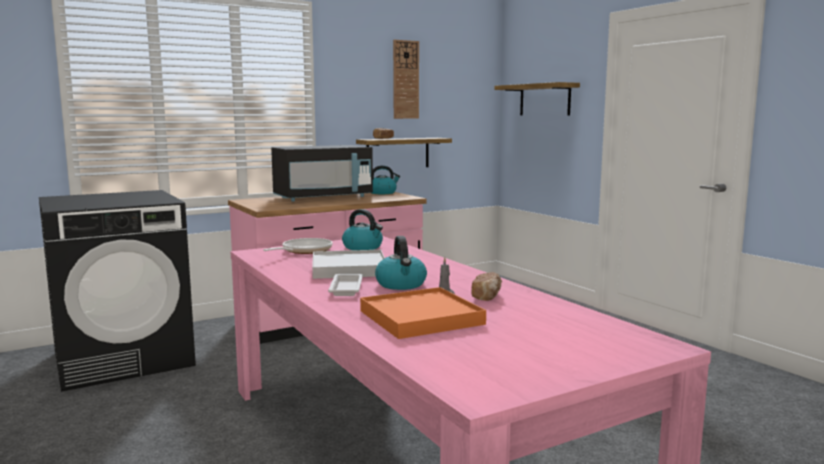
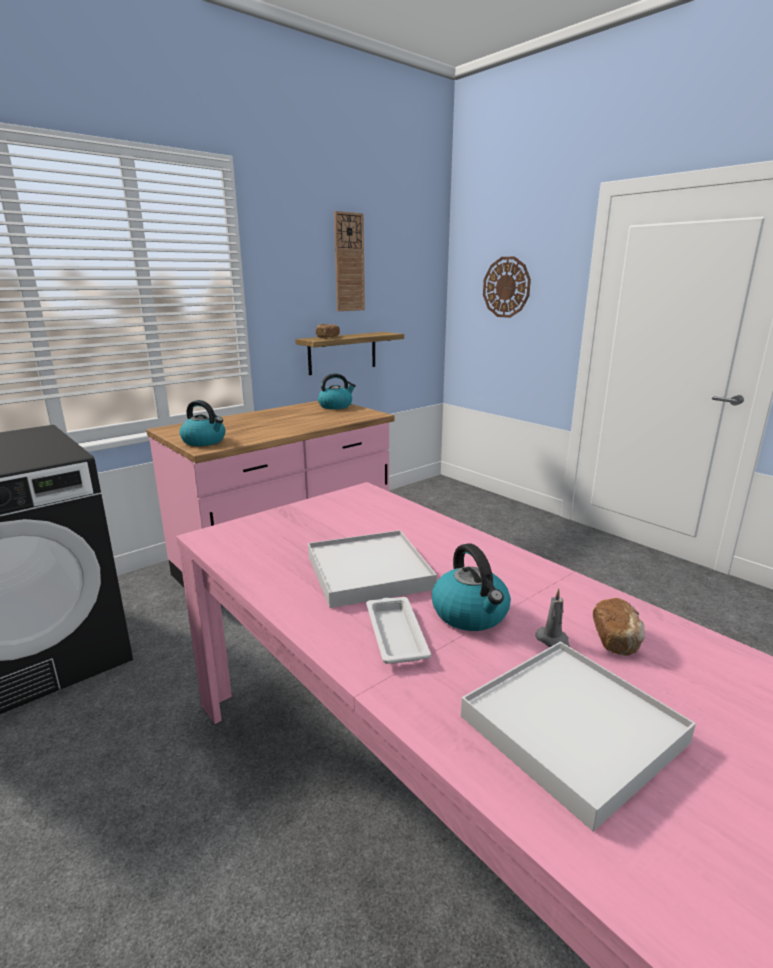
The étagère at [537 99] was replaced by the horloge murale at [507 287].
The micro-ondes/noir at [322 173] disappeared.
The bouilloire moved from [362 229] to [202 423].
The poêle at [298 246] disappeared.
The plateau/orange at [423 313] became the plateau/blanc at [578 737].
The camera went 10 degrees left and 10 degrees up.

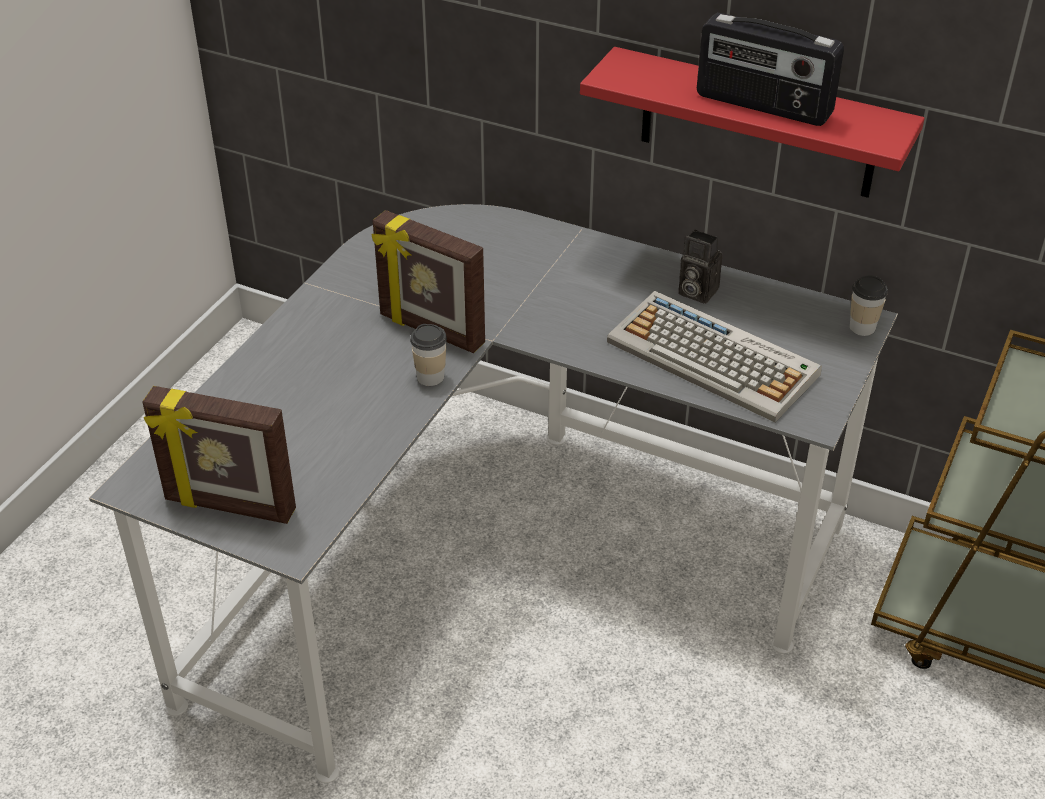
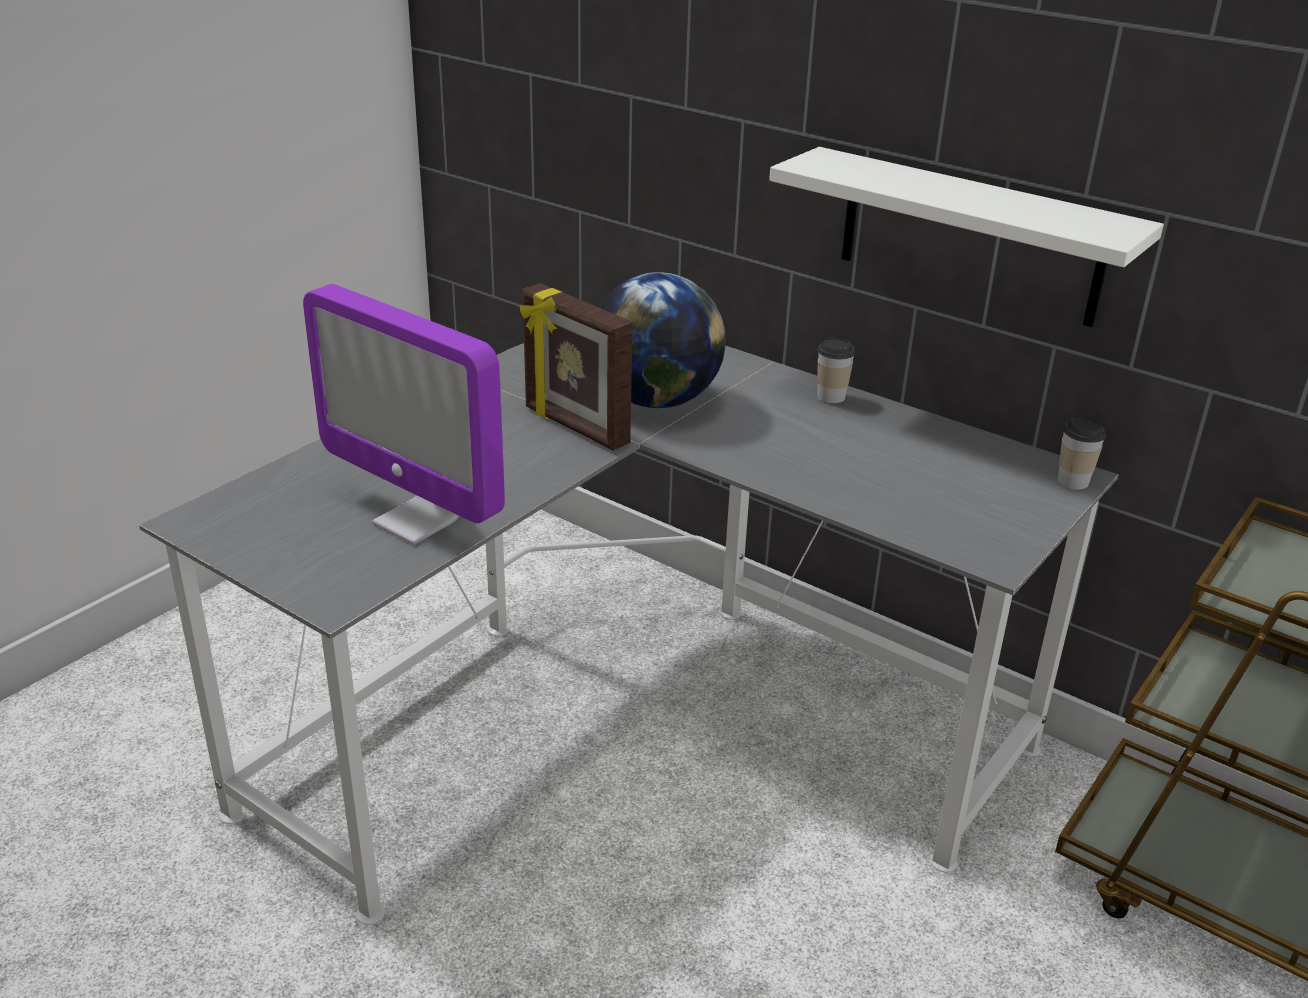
The radio at [770 69] disappeared.
The étagère/rouge at [752 122] became the étagère/blanc at [966 237].
The appareil photo at [700 267] disappeared.
The clavier at [714 356] disappeared.
The tasse moved from [428 355] to [836 370].
The cadre photo at [219 455] disappeared.
The globe at [663 340] appeared.
The écran d'ordinateur at [404 414] appeared.
The camera went 10 degrees right and 10 degrees down.

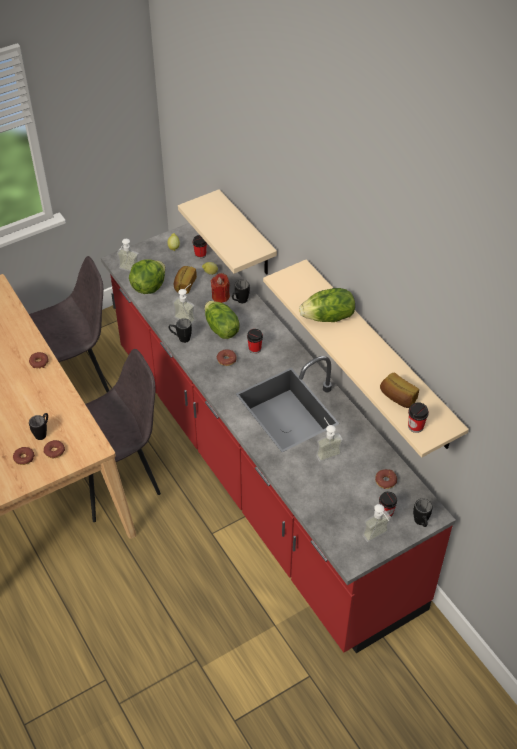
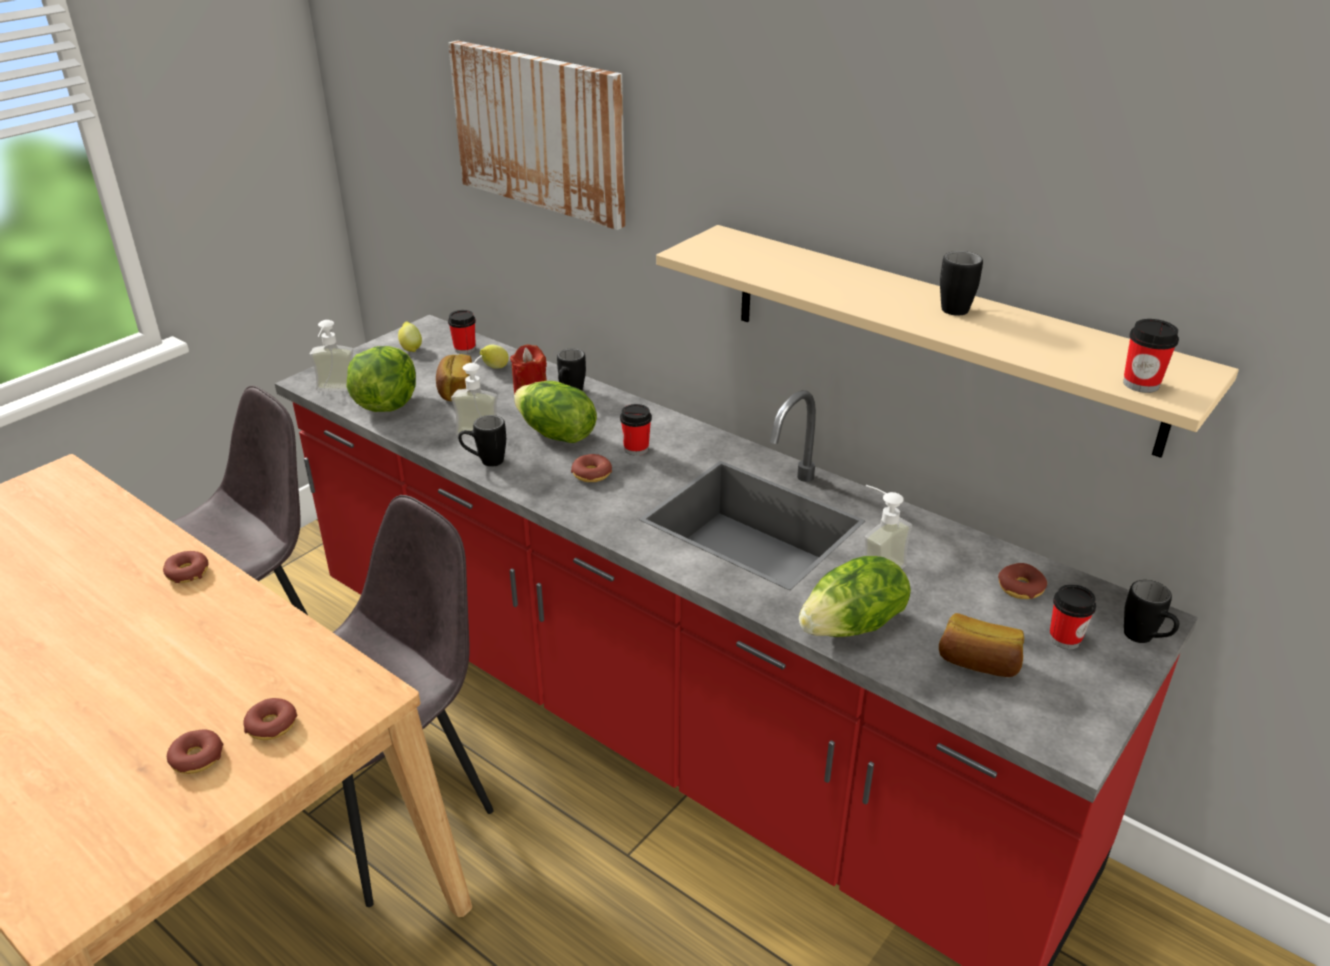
The étagère/beige at [227 232] disappeared.
The laitue moved from [327 305] to [855 596].
The pain moved from [399 390] to [981 645].
The mug/noir moved from [38 426] to [961 283].
The distributeur de savon at [376 523] disappeared.
The tableau at [536 135] appeared.
The camera went 20 degrees left and 15 degrees down.

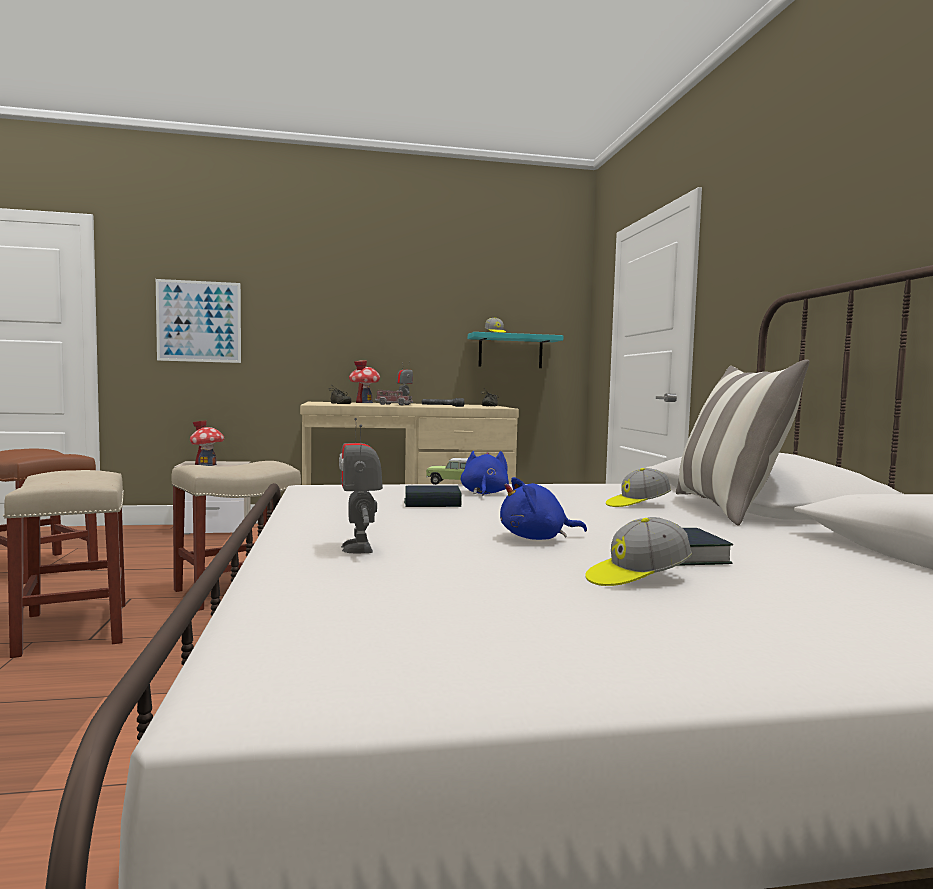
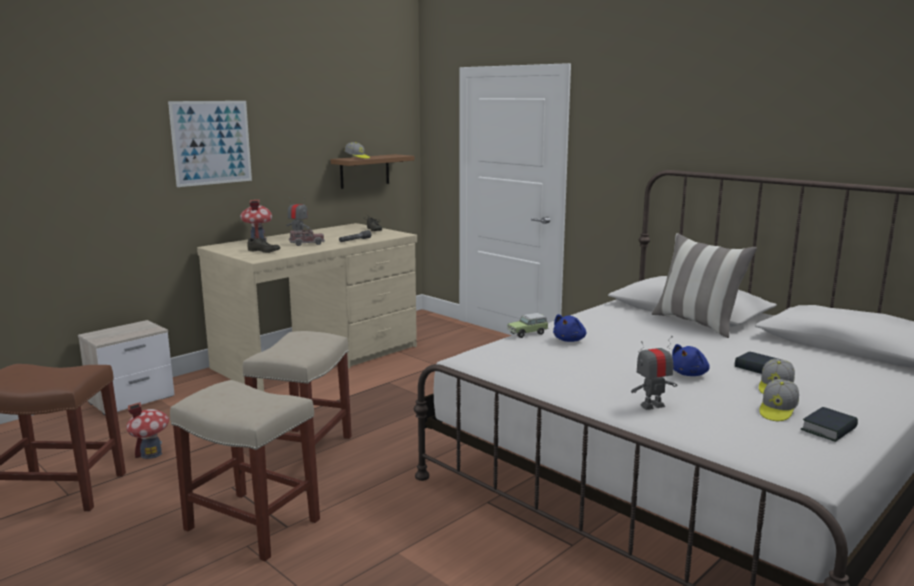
The tableau moved from [198 321] to [210 144].
The étagère/turquoise at [515 350] became the étagère/marron at [373 171].
The robot jouet at [361 485] turned 120 degrees clockwise.
The maison miniature moved from [207 443] to [147 430].
The peluche/bleu at [485 473] turned 120 degrees counterclockwise.
The casquette moved from [638 487] to [779 400].
The livre moved from [433 496] to [829 424].
The camera went 35 degrees left and 10 degrees up.

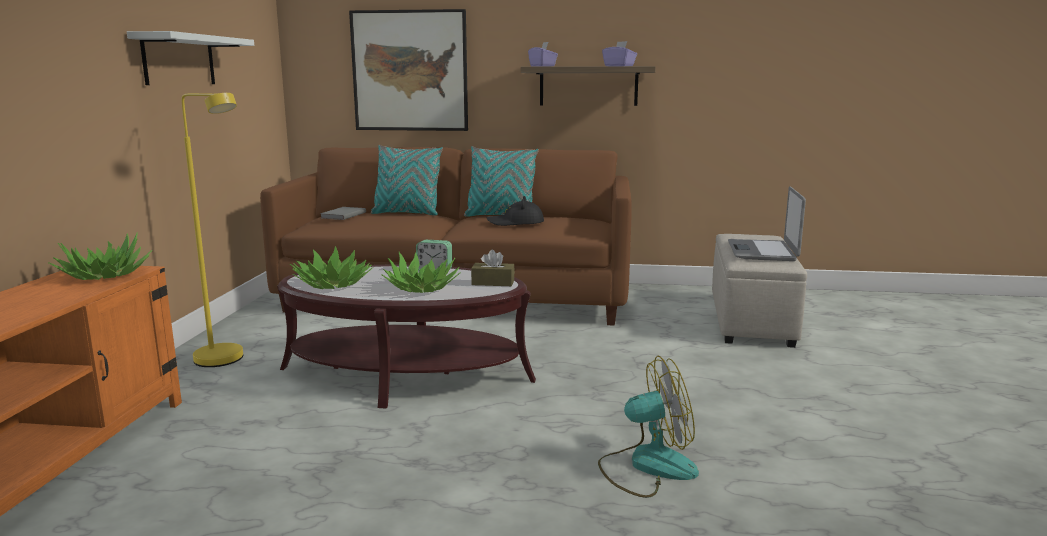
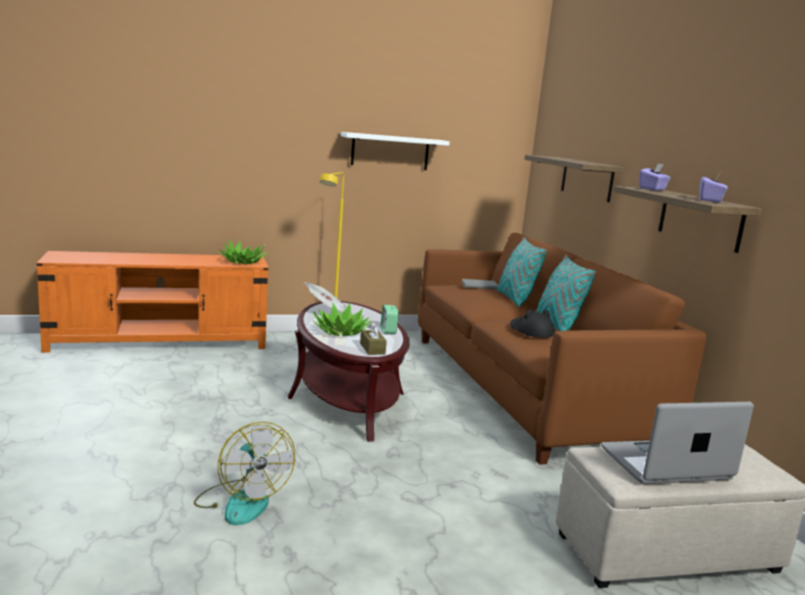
The tableau at [408 70] was replaced by the étagère at [574 178].
The plante en pot at [331 267] was replaced by the journal at [327 298].
The camera went 65 degrees right and 0 degrees up.

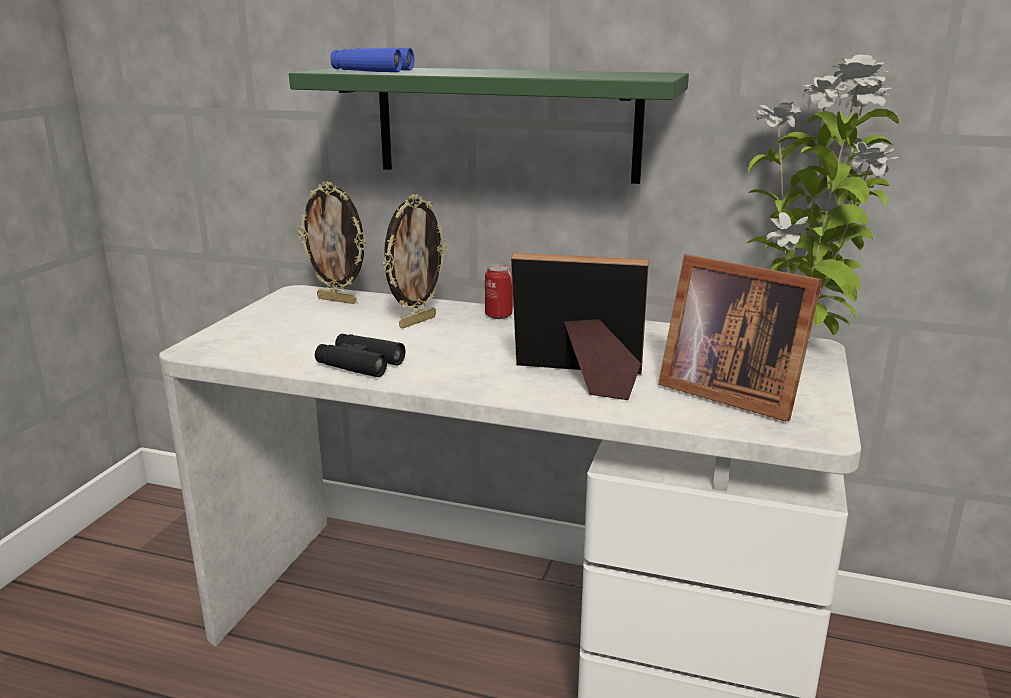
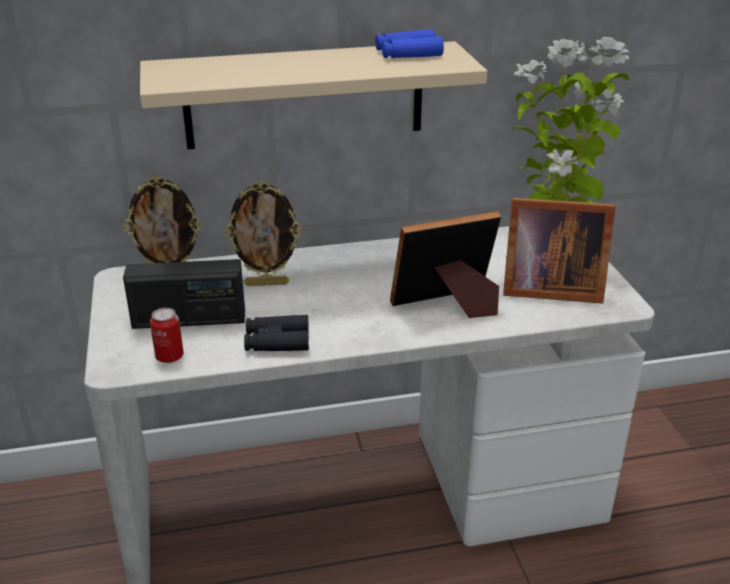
The jumelles/bleu moved from [372 59] to [409 43].
The étagère/vert at [489 126] became the étagère/beige at [313 95].
The cadre photo at [415 261] turned 75 degrees clockwise.
The boîte métallique moved from [499 291] to [167 335].
The radio at [184 294] appeared.
The camera went 30 degrees left and 10 degrees up.

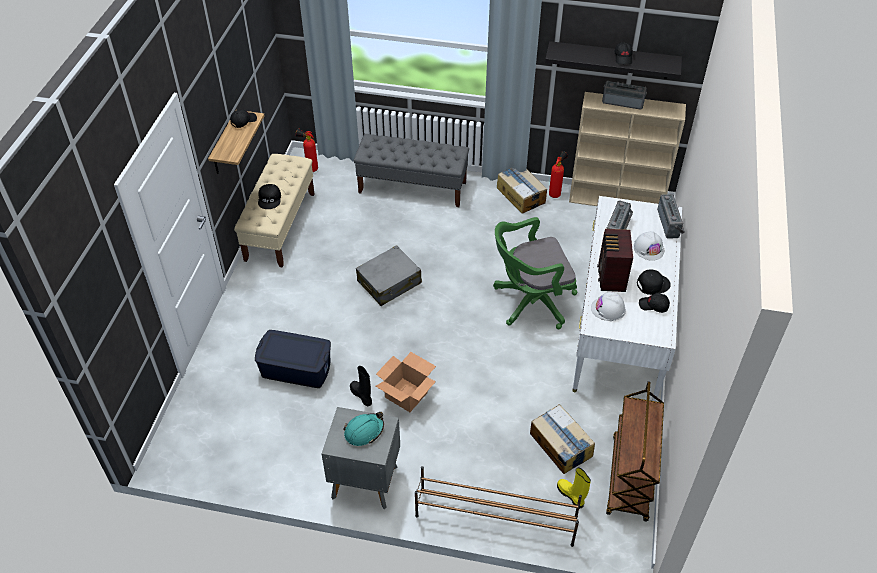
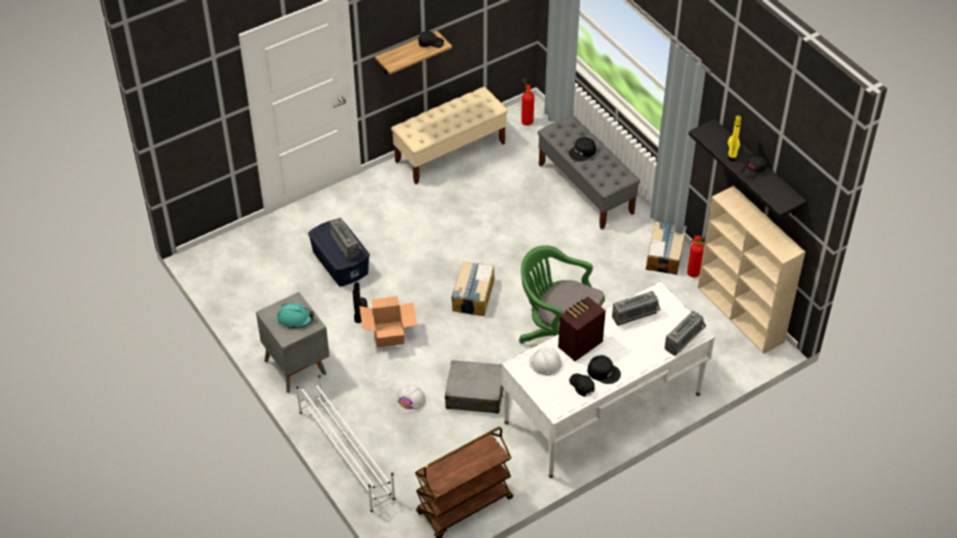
The radio moved from [624 95] to [346 239].
The casquette/noir moved from [269 196] to [582 149].
The casque de chantier/blanc moved from [648 246] to [410 399].
The valise/gris moved from [389 275] to [474 387].
The carton moved from [562 439] to [473 289].
The étagère à chaussures/marron at [498 506] became the étagère à chaussures/blanc at [346 443].
The botte/jaune moved from [574 488] to [734 138].
The camera went 45 degrees right and 0 degrees up.

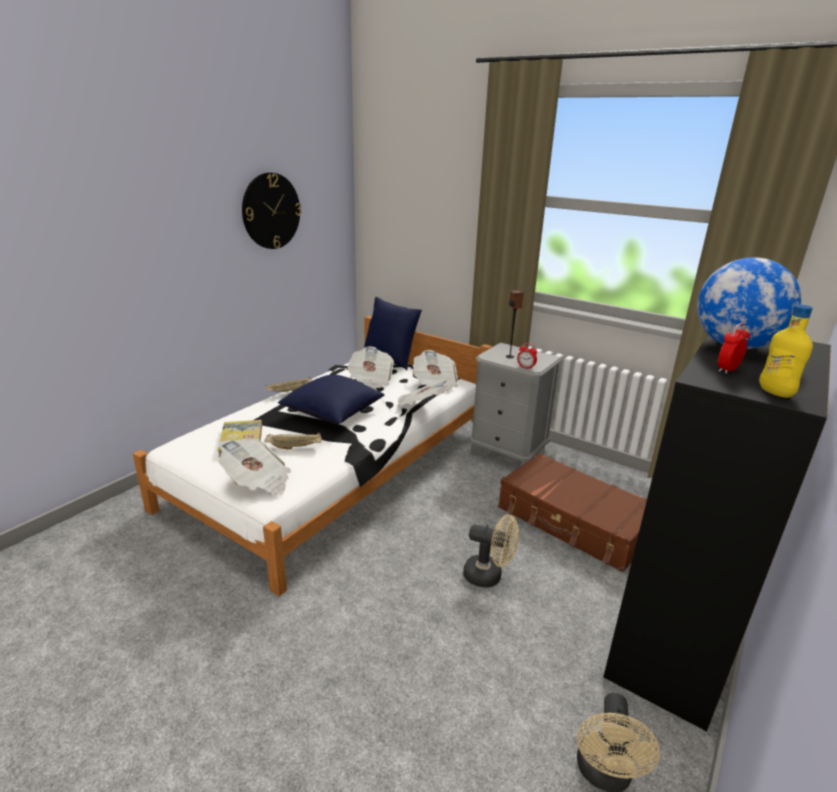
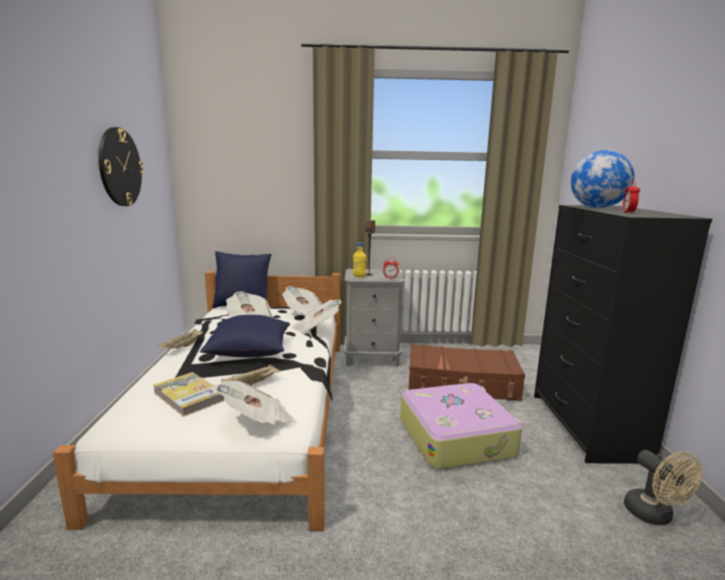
The bouteille/jaune moved from [786 351] to [359 259].
The ventilateur/beige at [491 551] was replaced by the valise at [461 426].
The camera went 35 degrees left and 10 degrees down.

